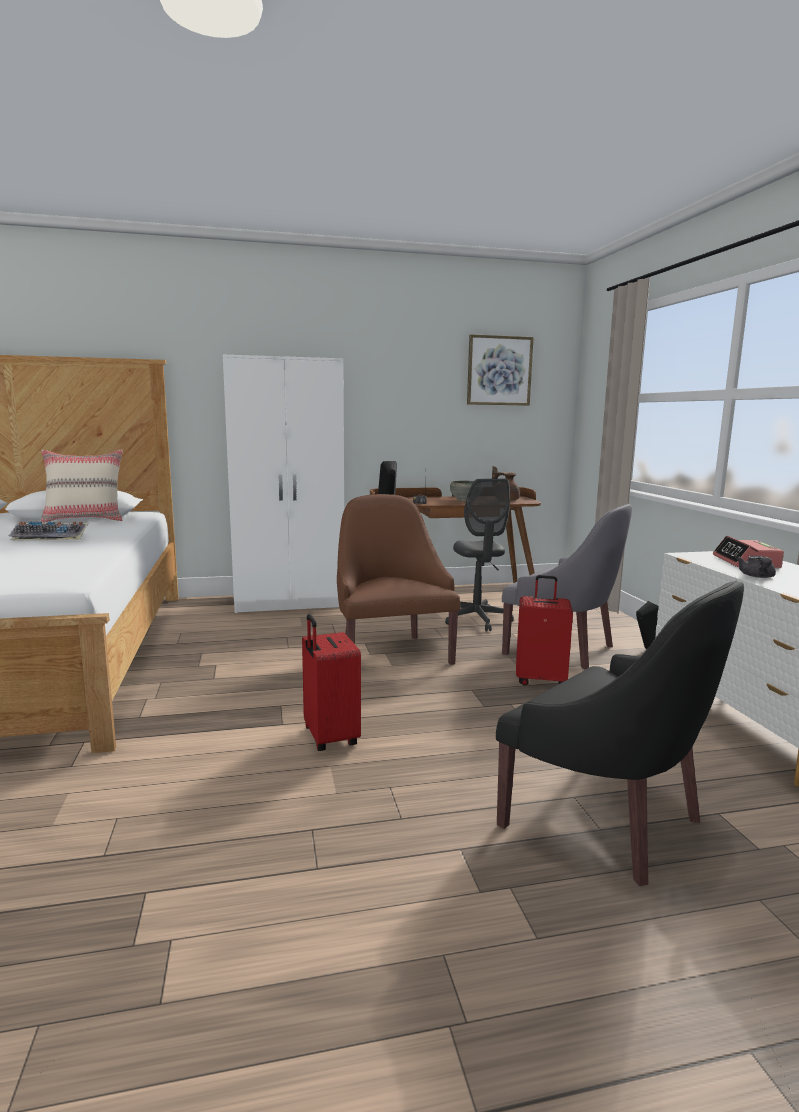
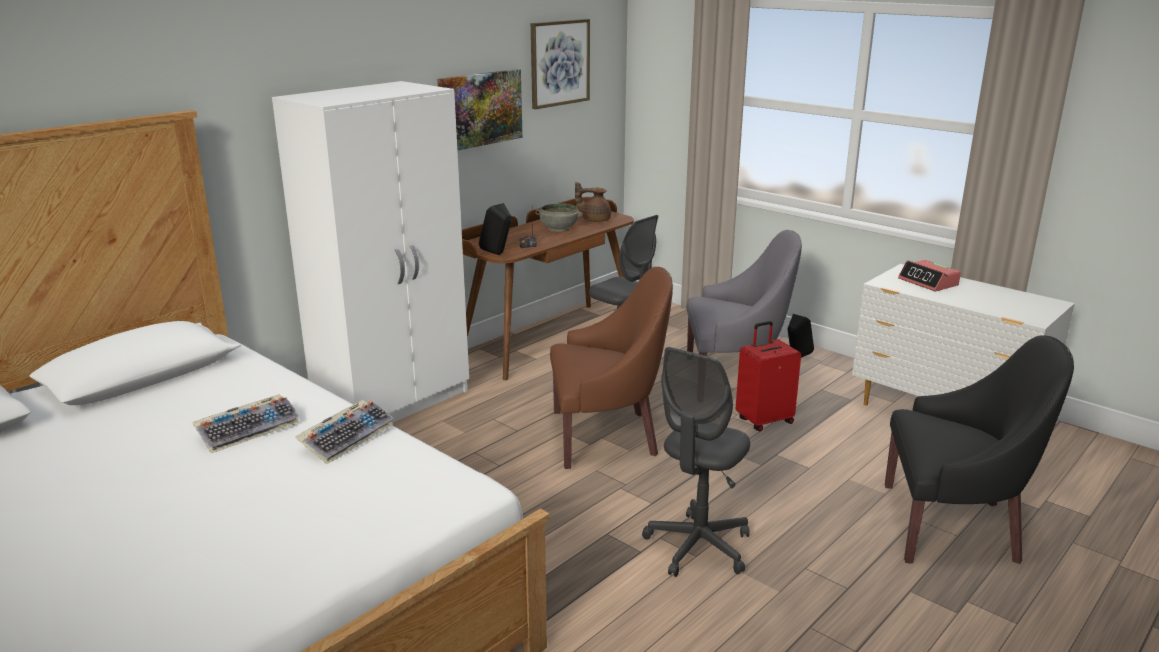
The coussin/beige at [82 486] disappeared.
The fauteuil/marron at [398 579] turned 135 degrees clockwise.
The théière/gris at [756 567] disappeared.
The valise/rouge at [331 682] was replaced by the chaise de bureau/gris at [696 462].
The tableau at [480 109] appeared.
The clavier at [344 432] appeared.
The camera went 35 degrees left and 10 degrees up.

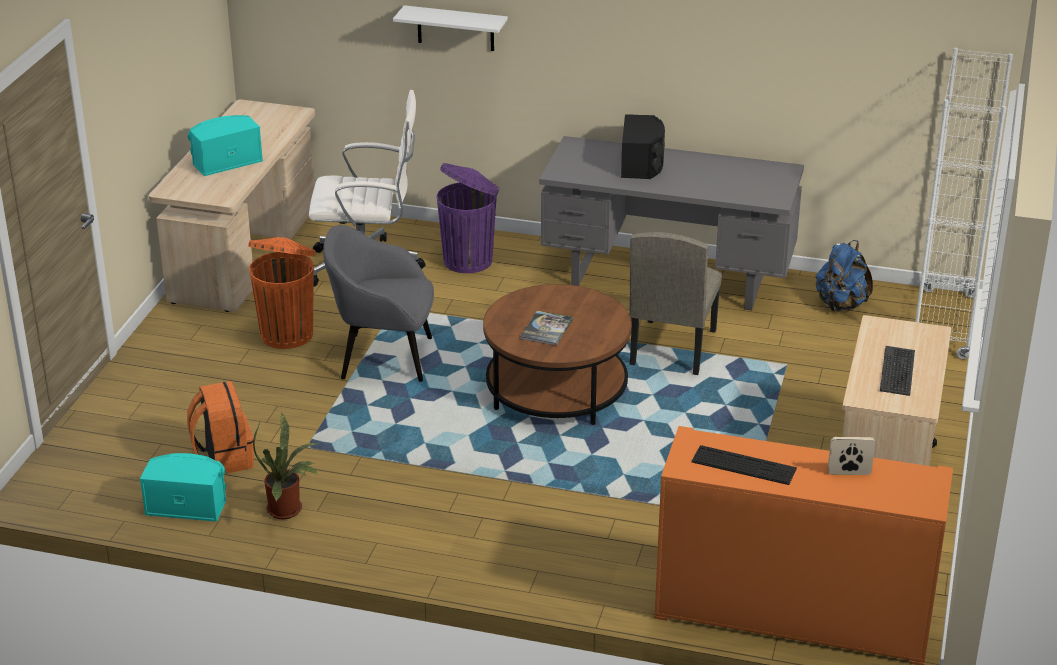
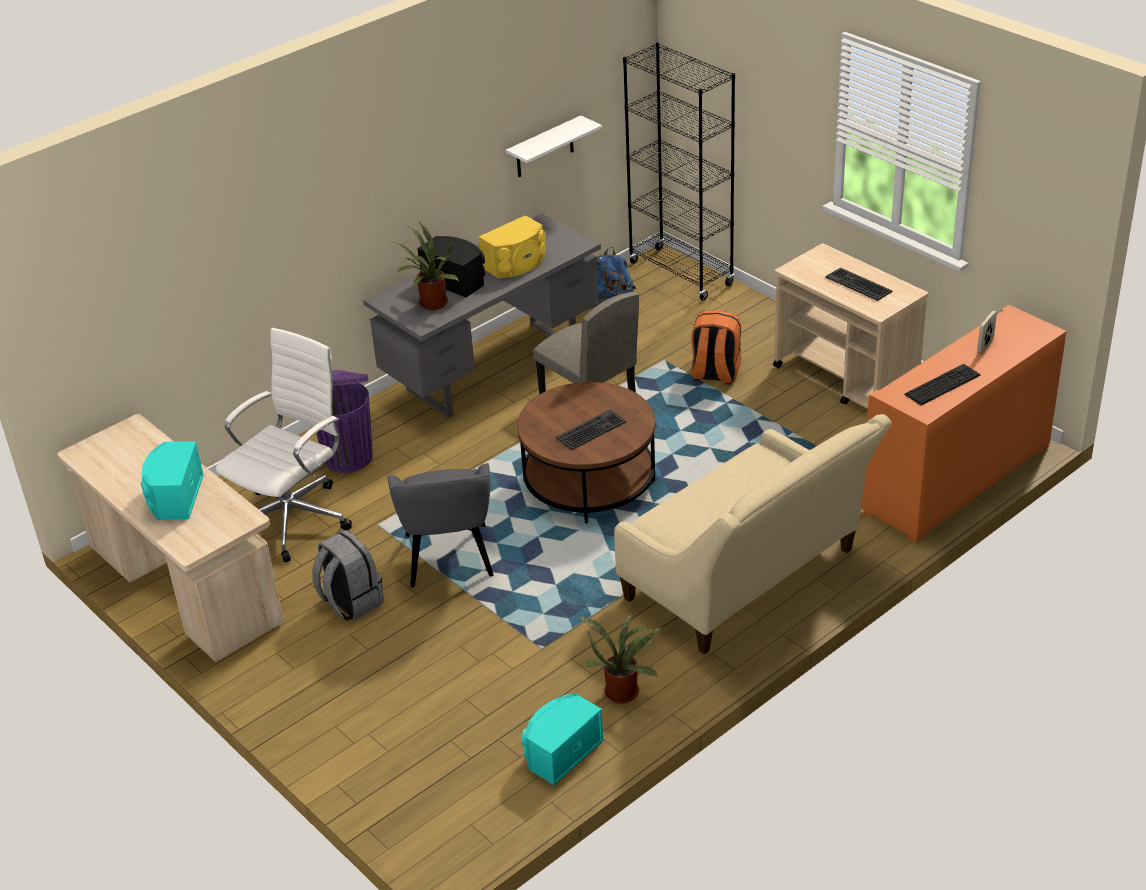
The étagère/blanc moved from [450 28] to [554 146].
The bibliothèque/blanc at [964 203] became the bibliothèque/noir at [679 171].
The fauteuil/gris at [378 303] turned 45 degrees counterclockwise.
The poubelle/orange at [282 293] was replaced by the sac à dos/gris at [348 575].
The livre at [546 328] was replaced by the clavier at [591 429].
The sac à dos/orange moved from [220 427] to [716 347].
The enceinte/jaune at [512 246] appeared.
The plante en pot at [425 265] appeared.
The canapé/beige at [753 534] appeared.
The camera went 55 degrees left and 5 degrees up.

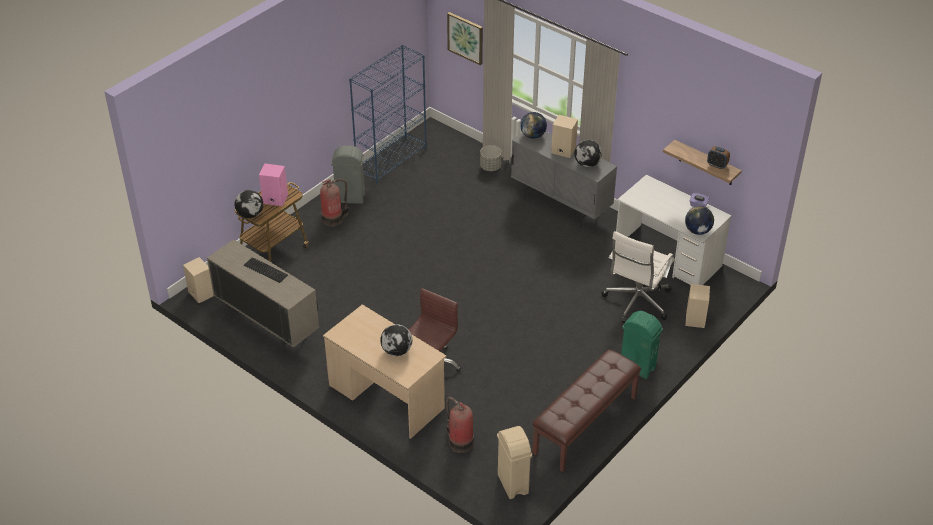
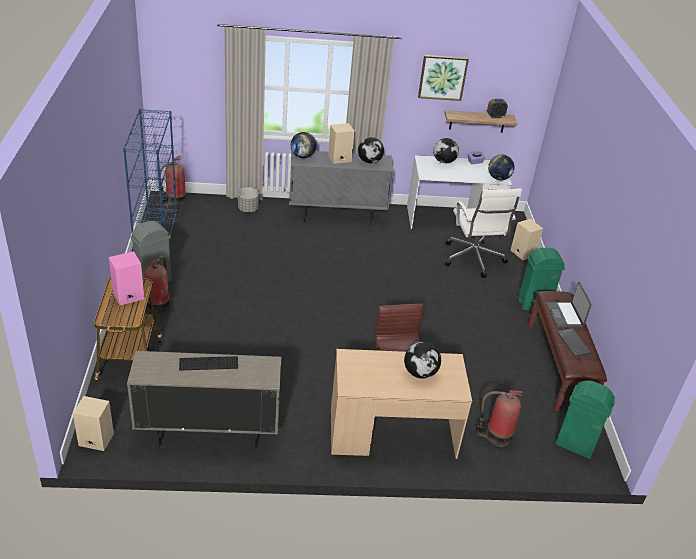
The tableau moved from [465 38] to [443 78].
The globe moved from [249 204] to [446 150].
The poubelle/beige at [514 462] became the poubelle/vert at [585 419].
The extincteur at [173 181] appeared.
The ordinateur portable at [569 304] appeared.
The clavier at [574 342] appeared.
The camera went 45 degrees left and 5 degrees down.

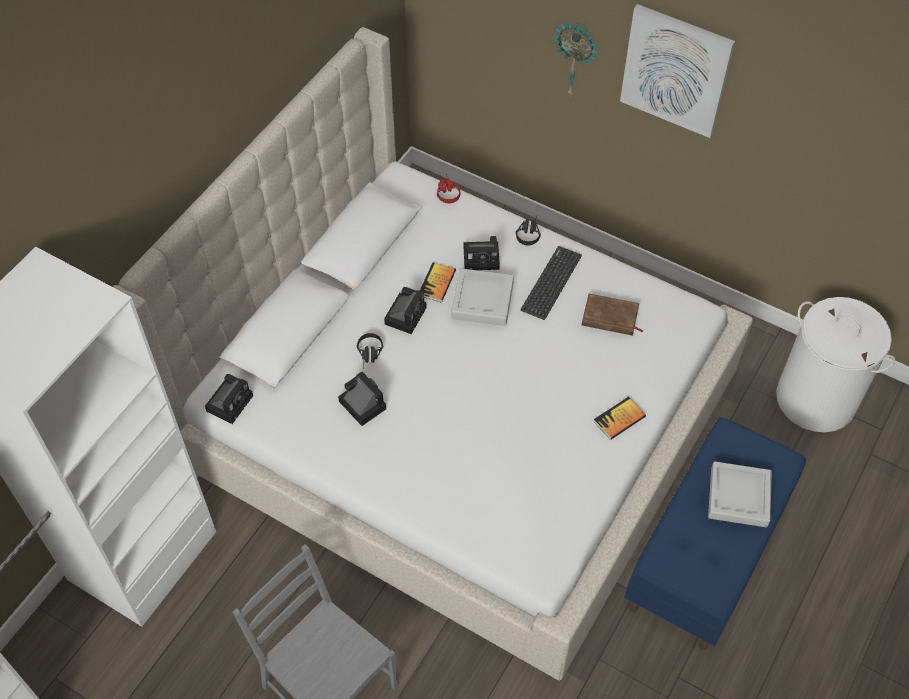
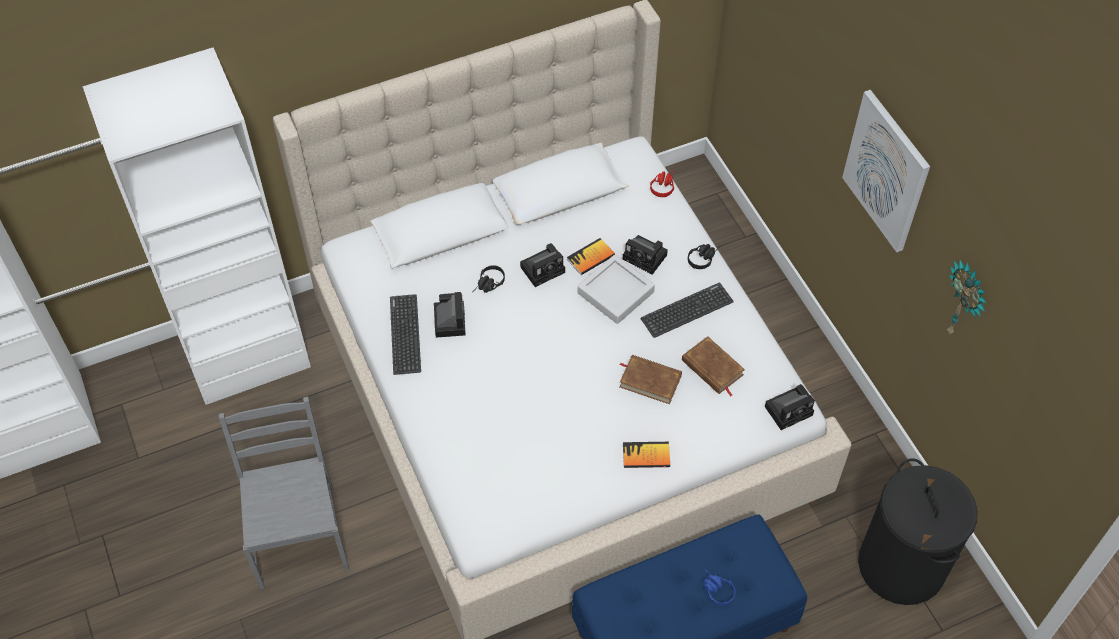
The horloge murale moved from [576 59] to [967 297].
The panier à linge/blanc at [835 364] became the panier à linge/noir at [918 531].
The appareil photo moved from [229 399] to [790 407].
The plateau/gris at [740 494] was replaced by the casque audio/bleu at [719 587].
The clavier at [405 334] appeared.
The livre/marron at [651 379] appeared.
The camera went 35 degrees right and 0 degrees up.

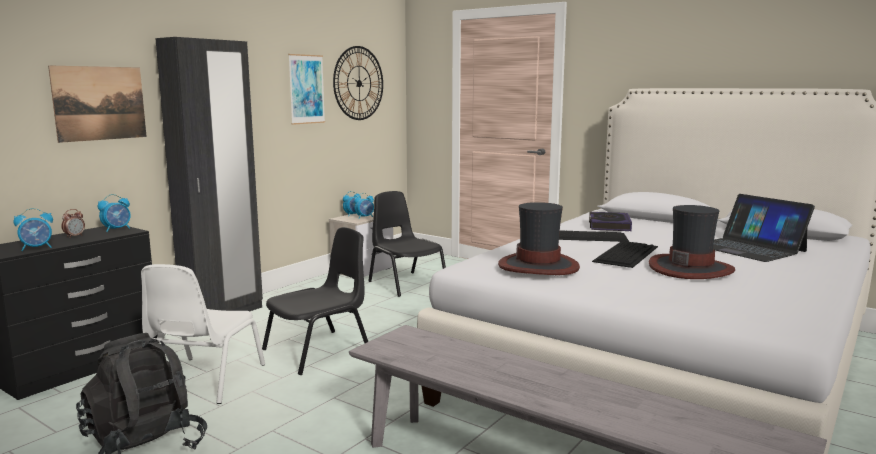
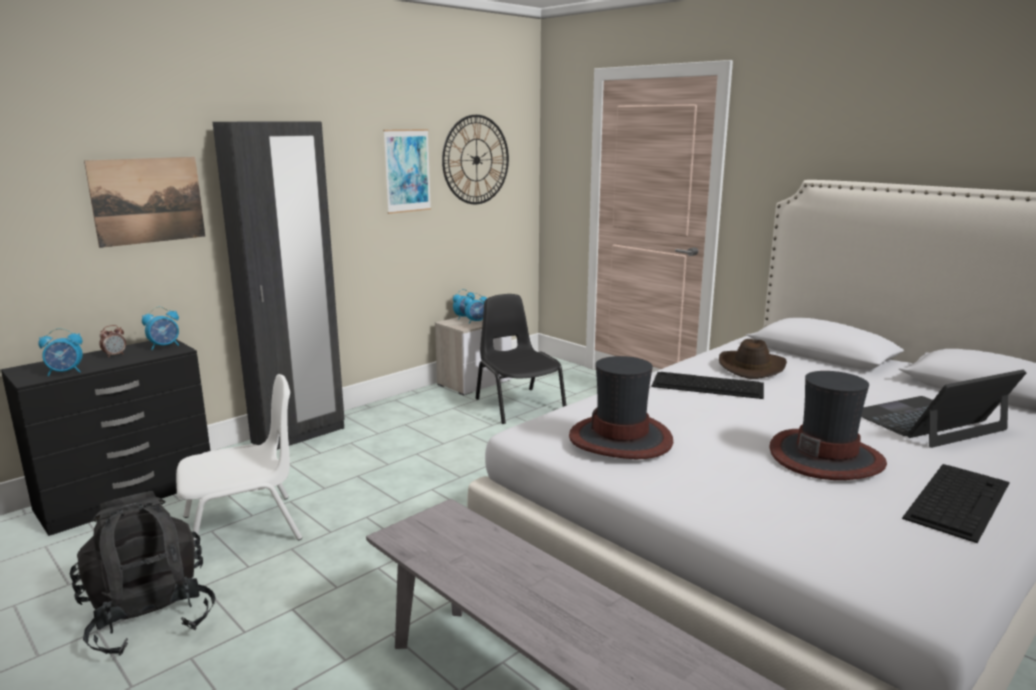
The ordinateur portable at [764 228] turned 90 degrees clockwise.
The livre at [610 221] was replaced by the chapeau/marron at [753 359].
The chaise/noir at [315 301] disappeared.
The clavier moved from [625 254] to [956 503].
The chaise/blanc at [203 334] turned 135 degrees counterclockwise.
The camera went 10 degrees right and 5 degrees up.

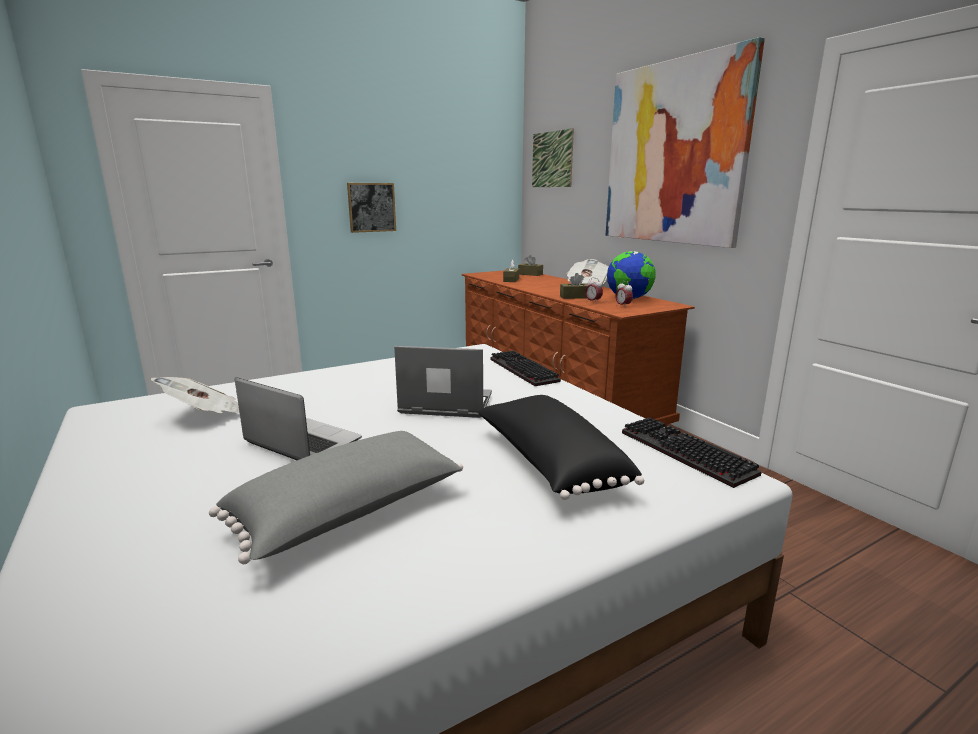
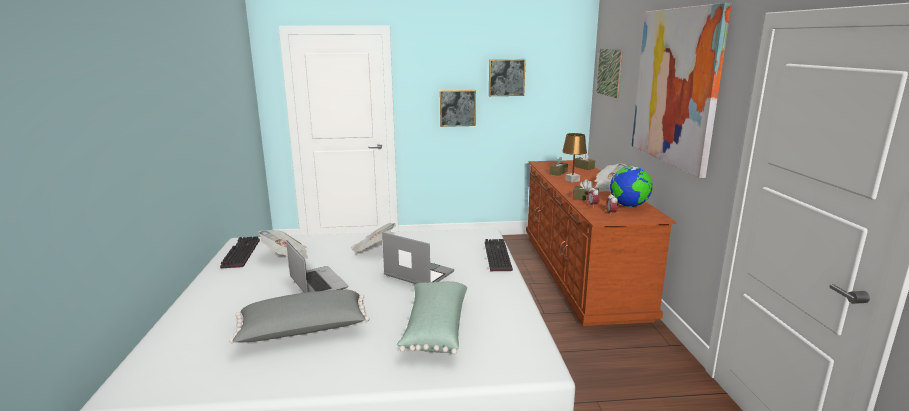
The coussin/noir at [561 447] became the coussin/vert at [432 318].
The clavier moved from [692 452] to [240 252].
The tableau at [507 77] appeared.
The lampe de table/marron at [574 158] appeared.
The journal at [373 238] appeared.
The camera went 25 degrees right and 0 degrees up.

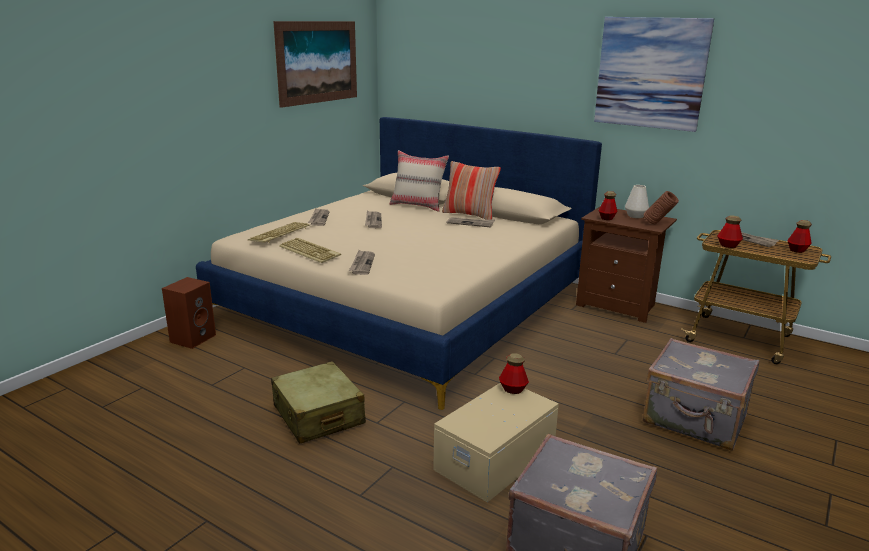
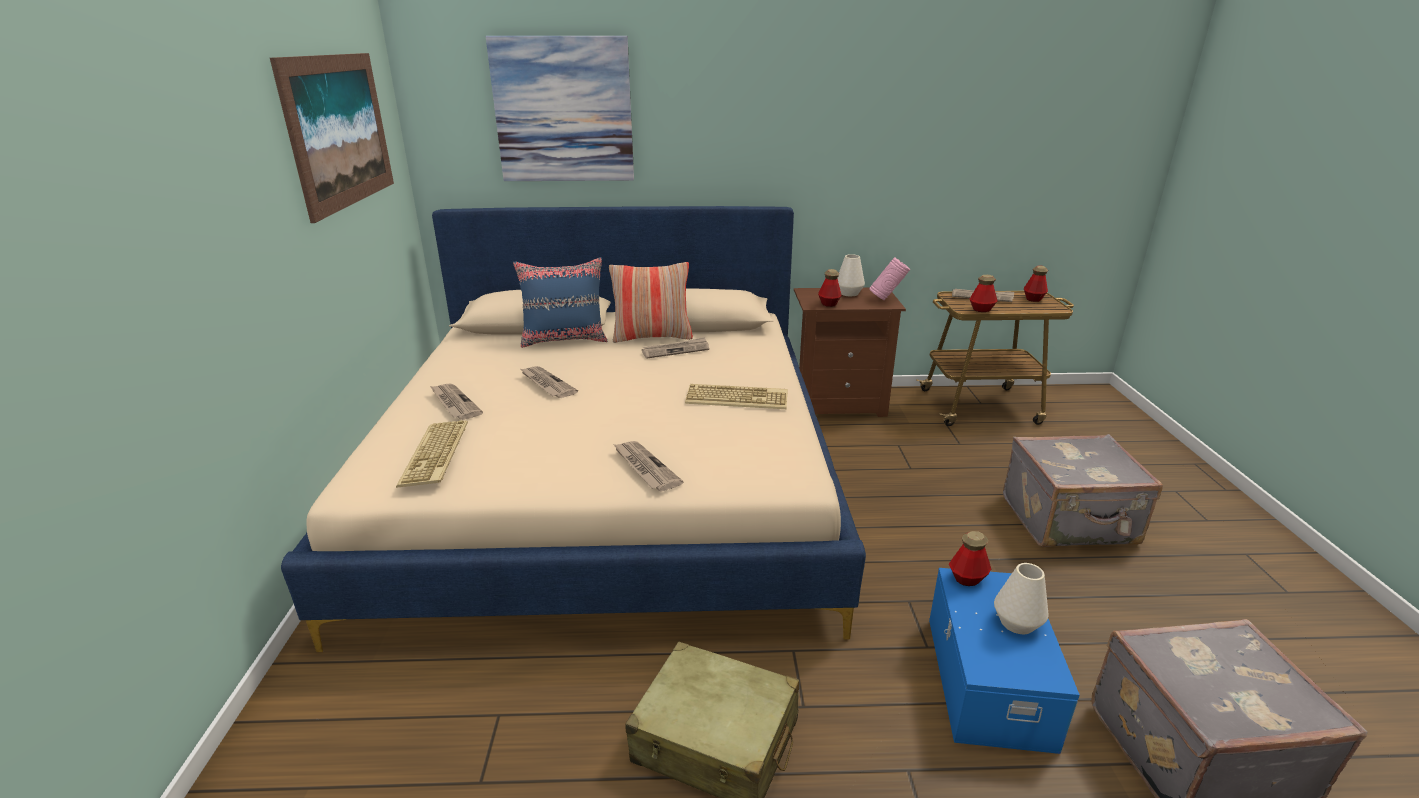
The tableau moved from [654 74] to [560 108].
The coussin/beige at [419 181] became the coussin/bleu at [560 302].
The vase/marron at [661 208] became the vase/rose at [889 278].
The clavier moved from [310 250] to [736 396].
The enceinte/marron at [189 313] disappeared.
The boîte de rangement/beige at [496 442] became the boîte de rangement/bleu at [1004 661].
The vase/blanc at [1021 598] appeared.
The camera went 35 degrees left and 5 degrees up.

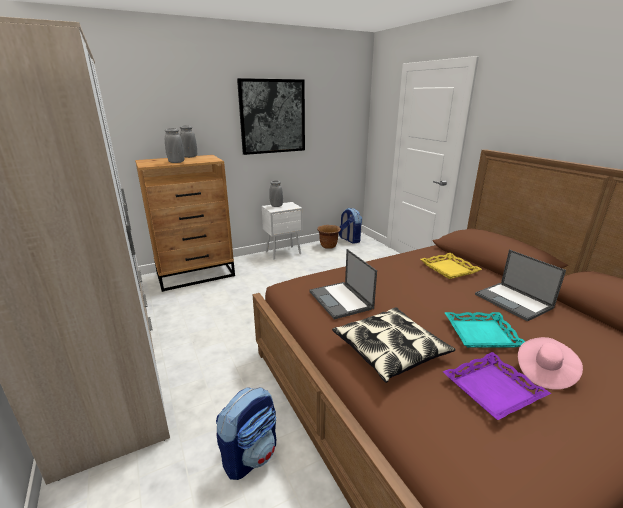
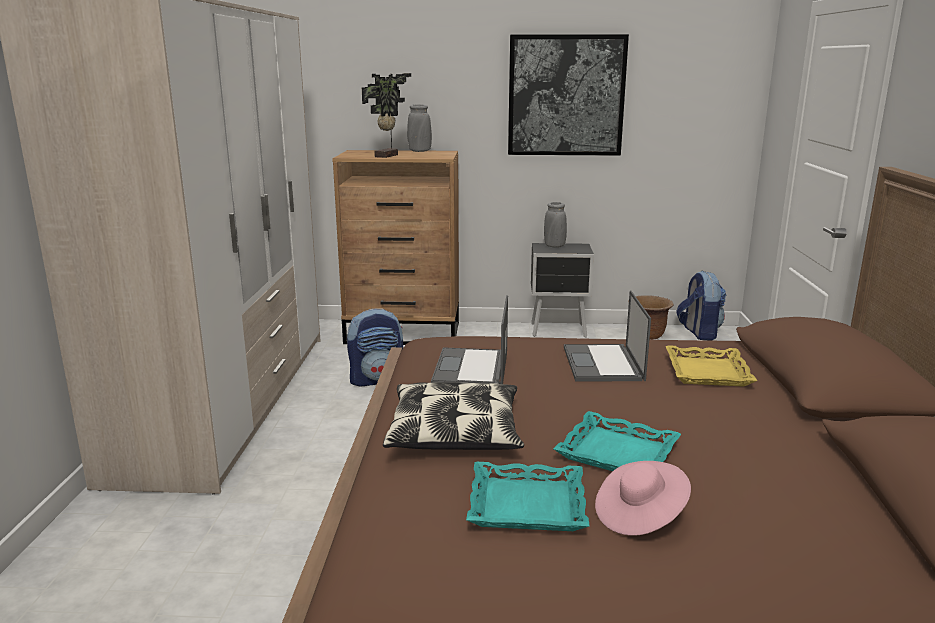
The vase/gris at [175 145] was replaced by the plante en pot at [386 115].
The table de chevet/blanc at [282 231] became the table de chevet/noir at [562 290].
The ordinateur portable moved from [520 285] to [607 335].
The plateau/violet at [497 386] became the plateau/turquoise at [528 496].
The sac à dos moved from [246 433] to [375 347].
The camera went 30 degrees right and 5 degrees down.

